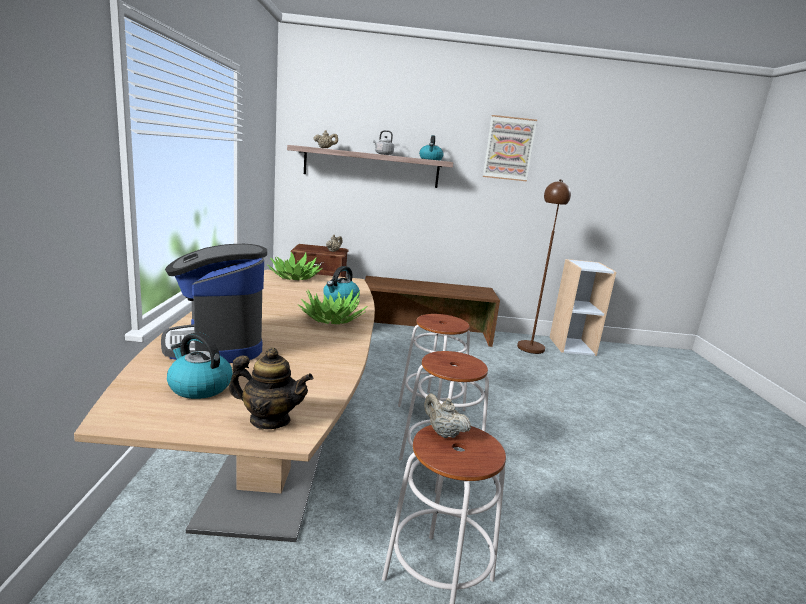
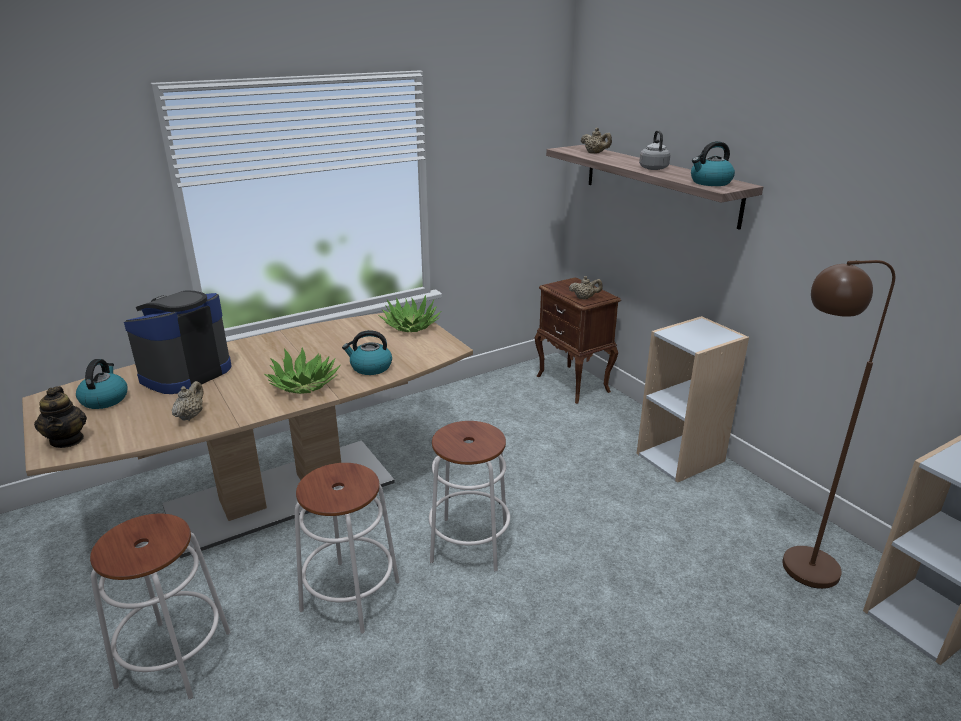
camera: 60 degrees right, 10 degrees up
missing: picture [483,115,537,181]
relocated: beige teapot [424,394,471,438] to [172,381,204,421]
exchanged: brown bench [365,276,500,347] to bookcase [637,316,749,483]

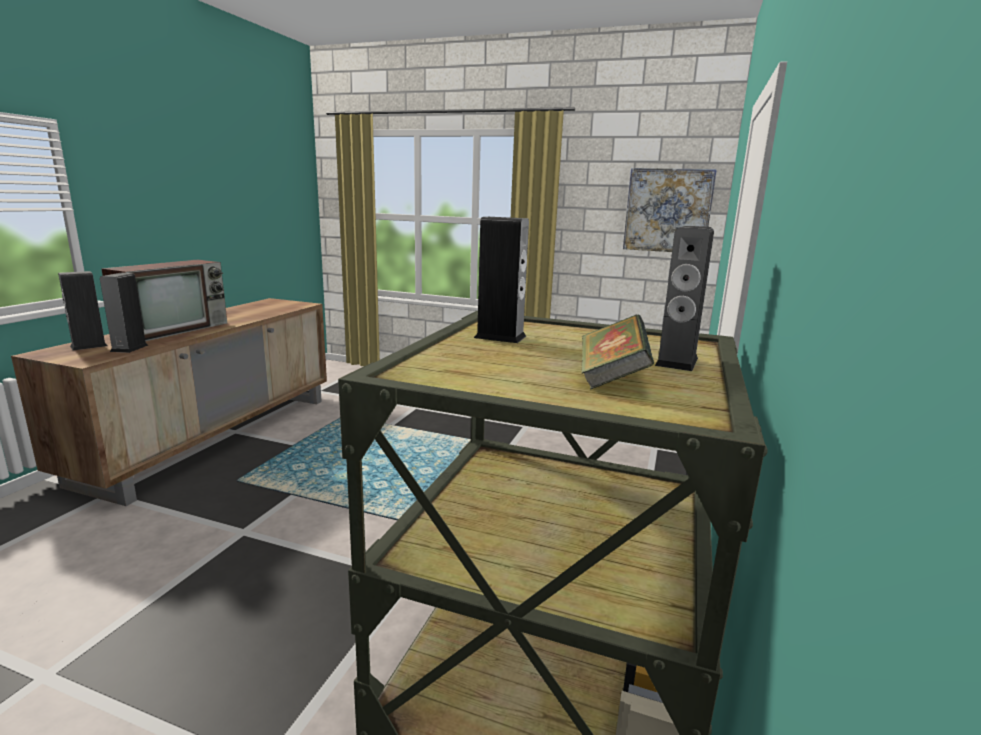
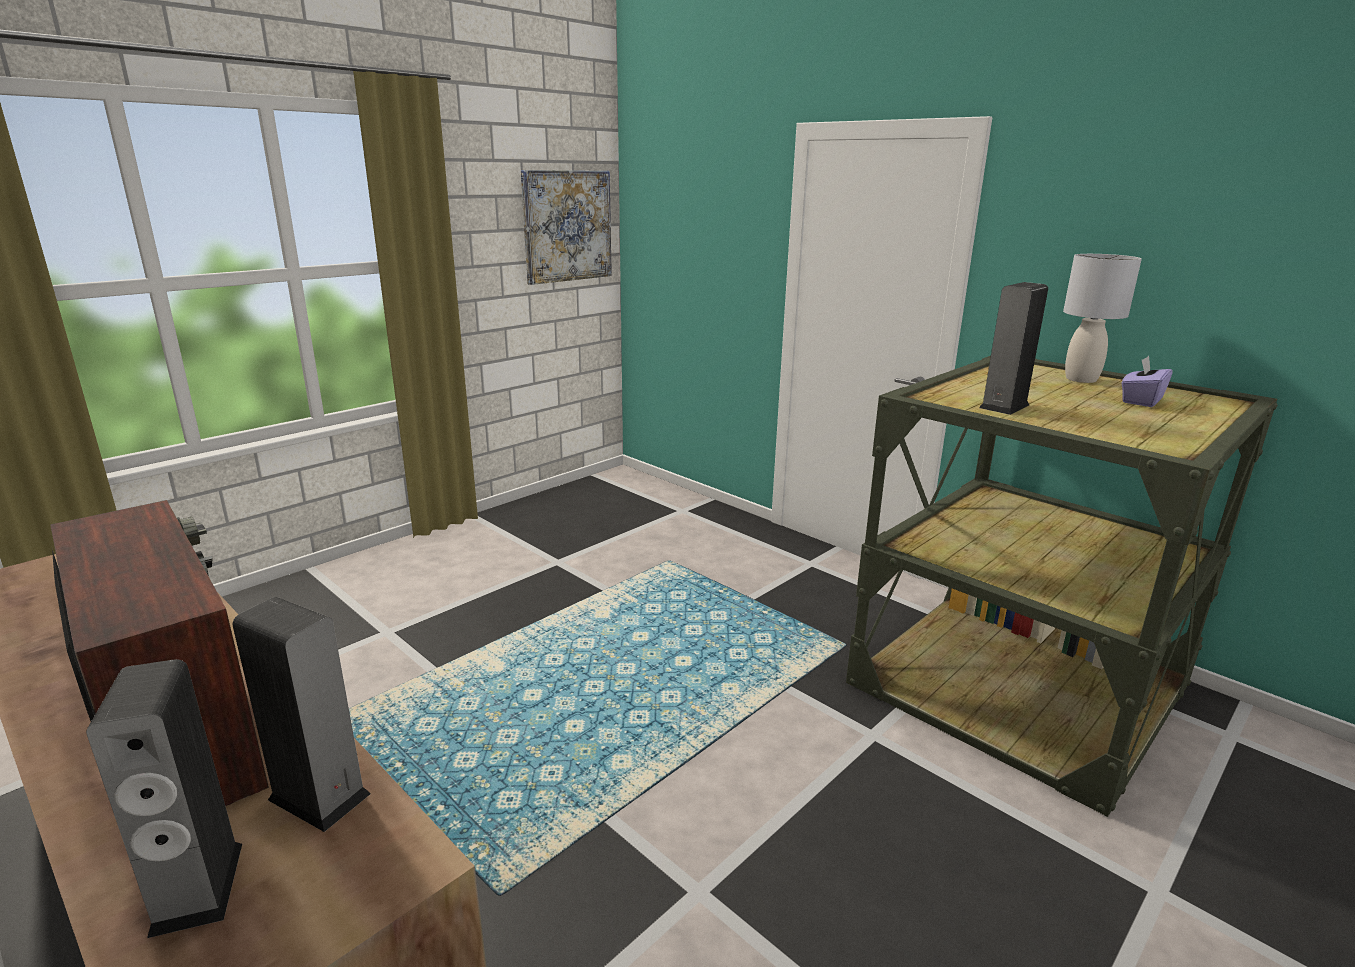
camera: 65 degrees left, 5 degrees up
exchanged: speaker [655,226,714,371] to grey table lamp [1063,254,1142,383]; book [582,314,654,389] to purple tissue box [1122,356,1173,407]

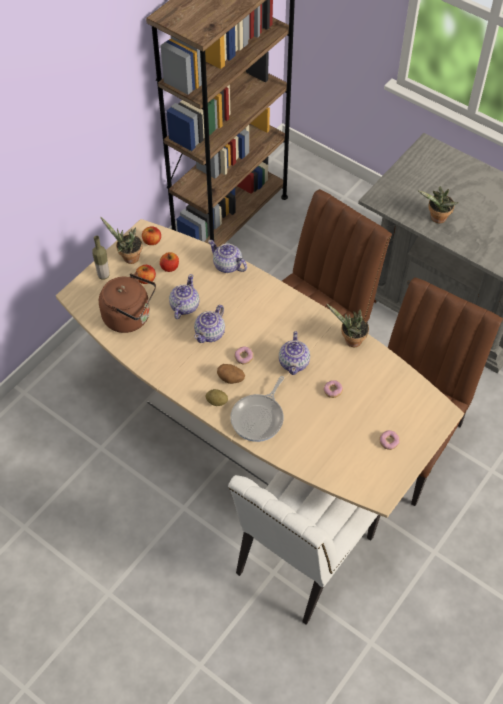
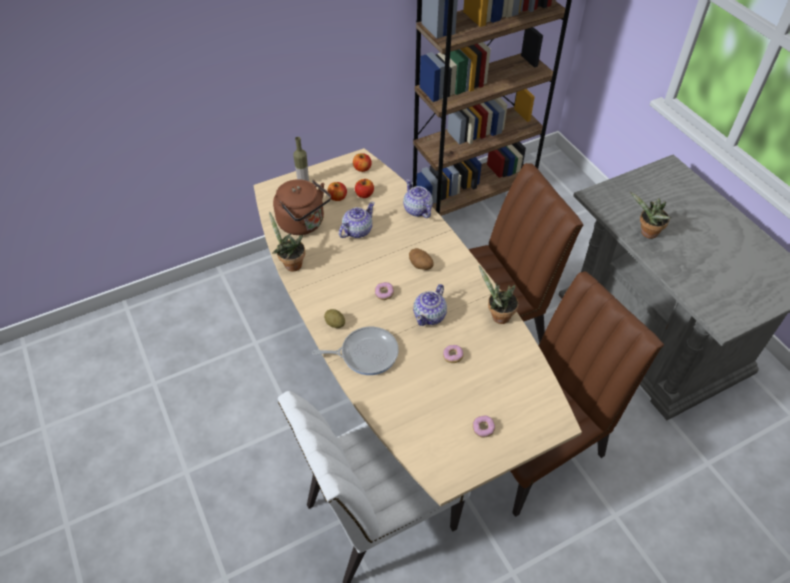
camera: 25 degrees right, 5 degrees down
missing: teapot [194,305,225,343]
relocated: potted plant [100,216,142,264] to [269,211,305,272]; potato [217,364,245,384] to [409,248,434,270]
spun: frying pan [230,376,284,442] = [312,327,399,375] 150 degrees counterclockwise

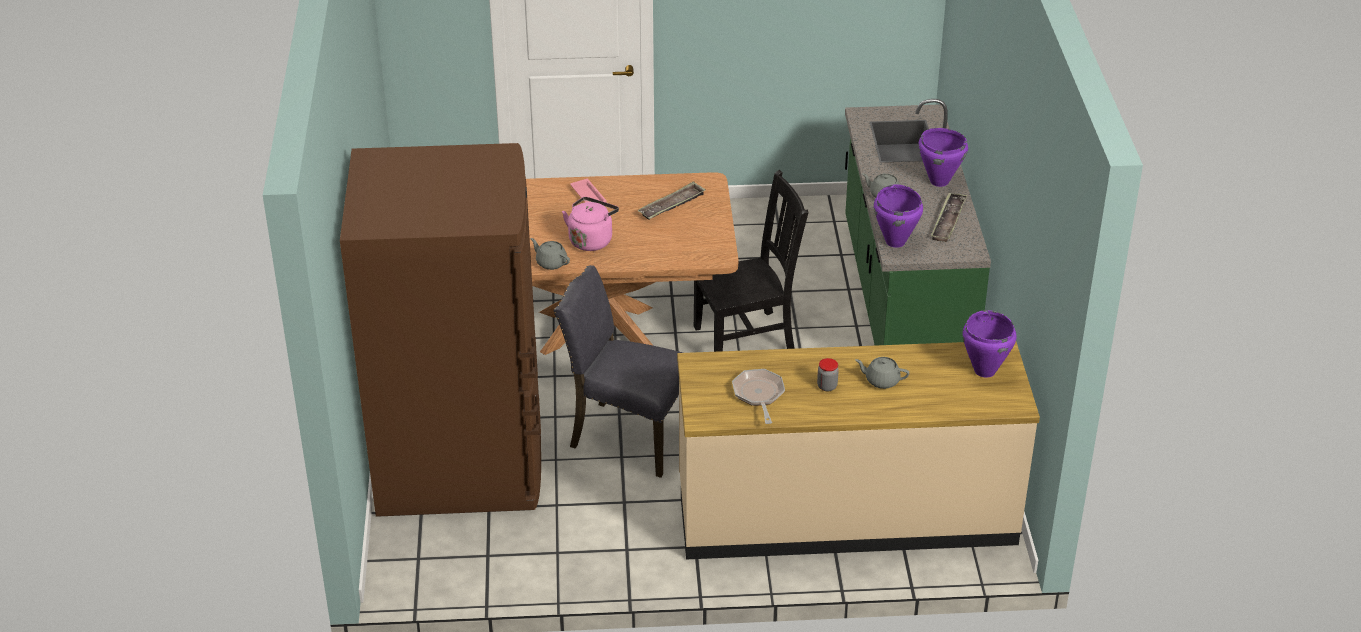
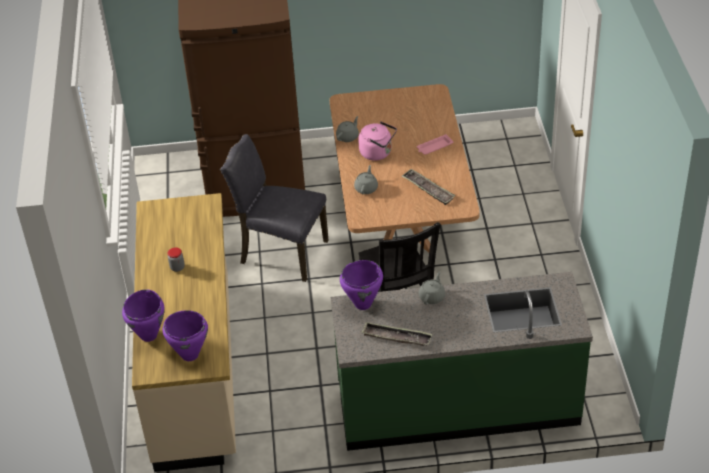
camera: 90 degrees right, 5 degrees up
missing: frying pan [732,369,785,424]
relocated: purple cooking pot [918,128,968,187] to [122,289,165,342]; grey teapot [855,357,909,389] to [354,165,378,194]
spun: grey chair [553,265,683,478] = [220,134,329,282] 90 degrees counterclockwise

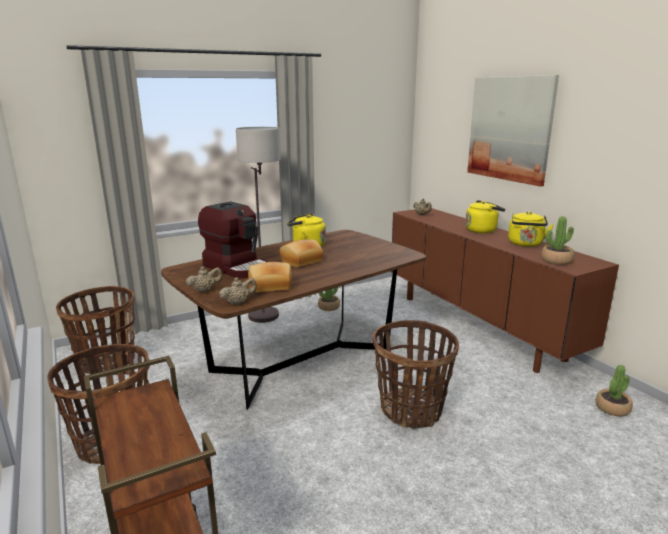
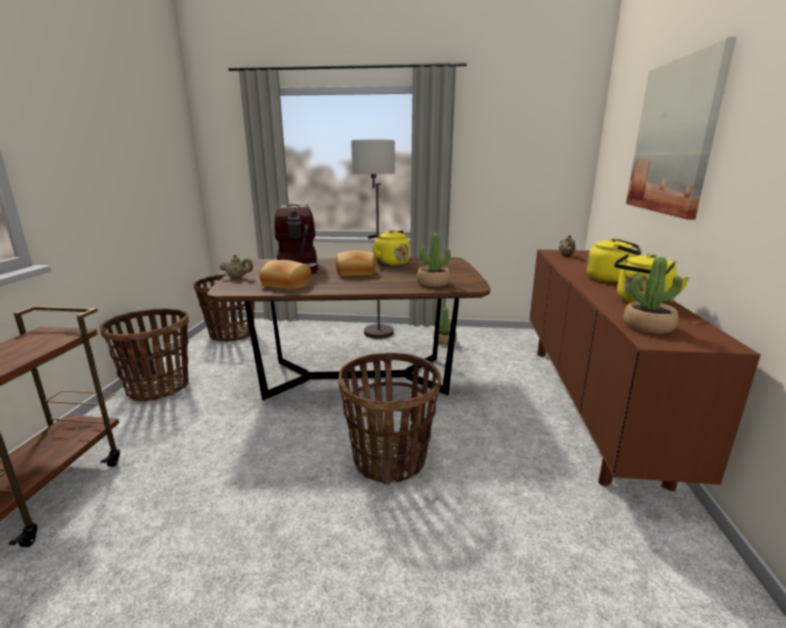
camera: 35 degrees right, 0 degrees up
missing: beige teapot [219,277,257,305]
relocated: potted plant [596,365,633,417] to [417,233,451,287]

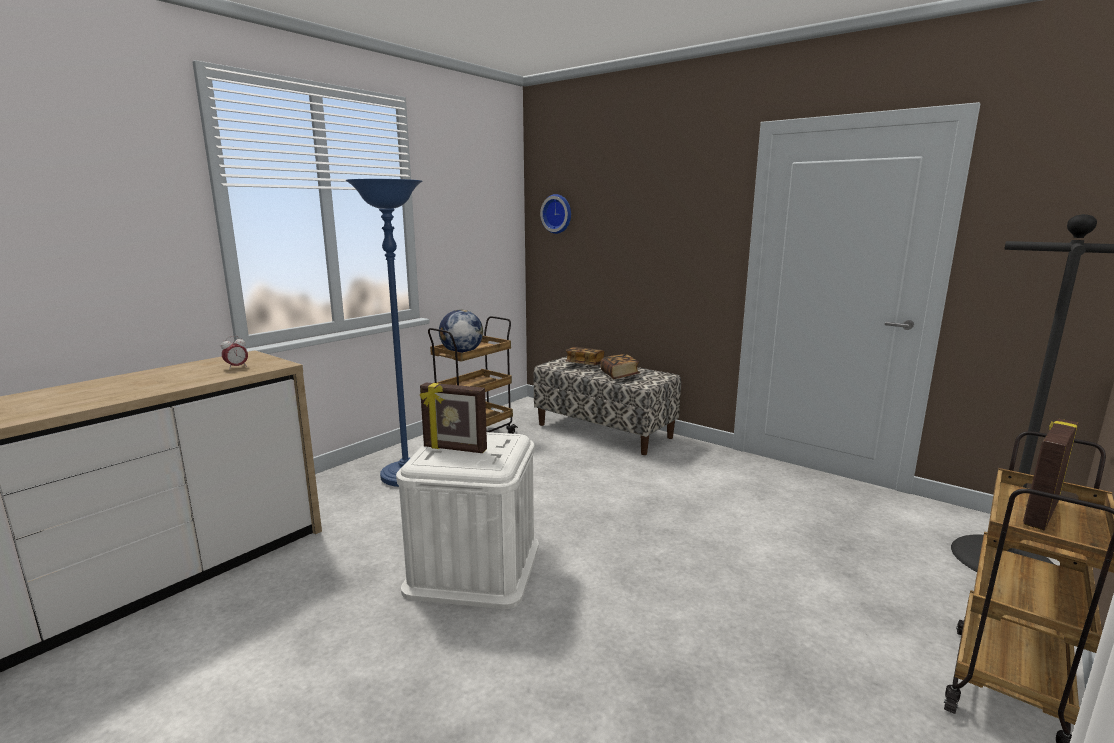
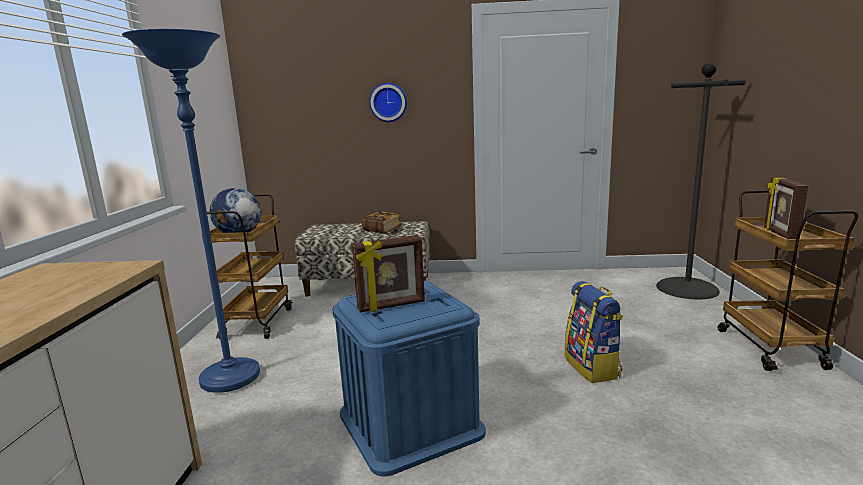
camera: 35 degrees left, 0 degrees up
missing: alarm clock [221,336,248,370]; book [565,347,604,365]
appeared: backpack [565,281,623,383]
relocated: wall clock [540,194,571,234] to [369,83,407,122]
colour: white storage box [396,432,539,609] to blue storage box [332,281,486,477]

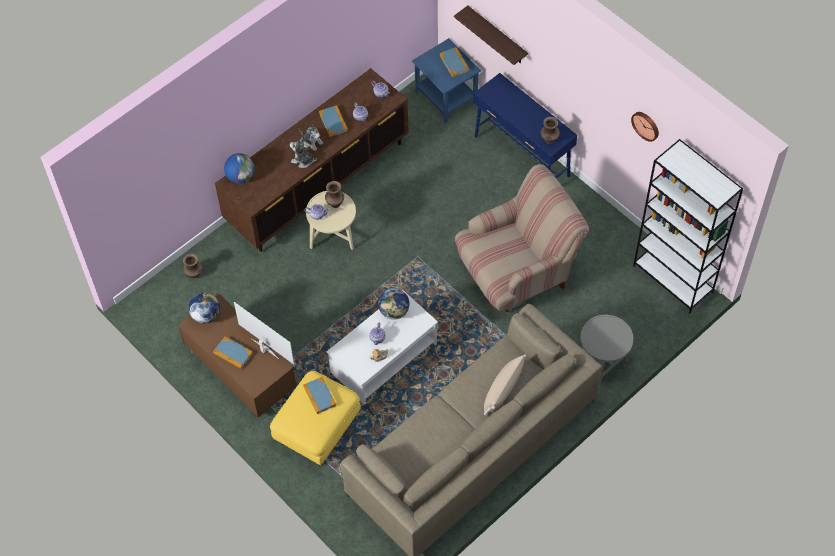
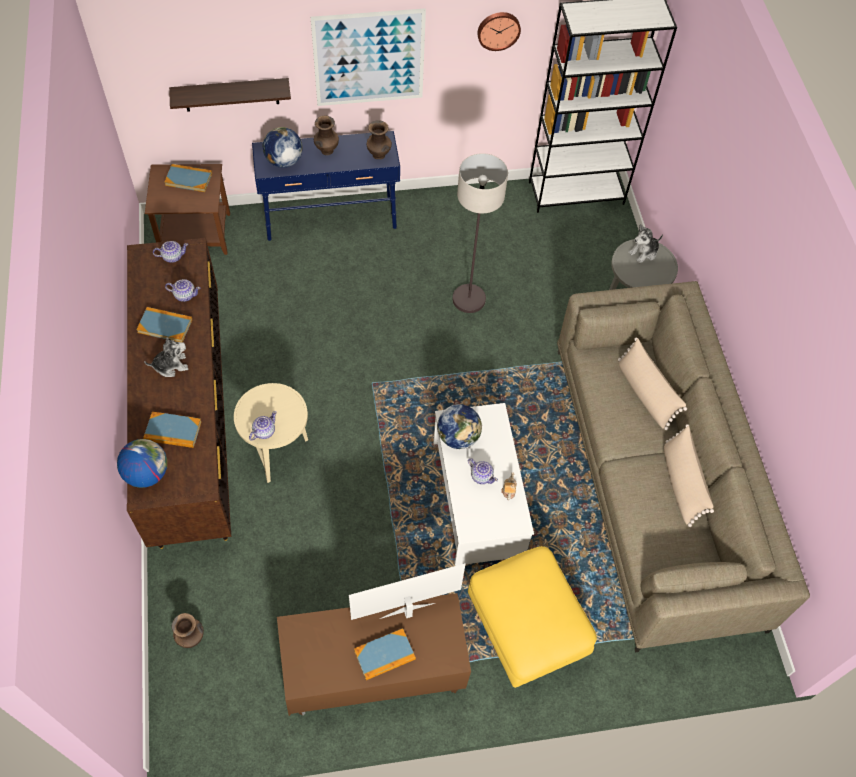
camera: 60 degrees left, 0 degrees up
appeared: picture [311,8,426,106]; beige pillow [664,424,714,527]
relocated: book [303,377,336,414] to [143,411,202,448]; globe [189,292,220,324] to [263,127,302,168]; brown vase [325,181,344,208] to [314,116,339,155]; plush toy [290,137,317,168] to [628,224,663,264]
exchanged: beige armchair [455,164,589,312] to grey floor lamp [453,153,508,313]
colour: blue side table [412,38,481,124] to brown side table [145,164,230,255]

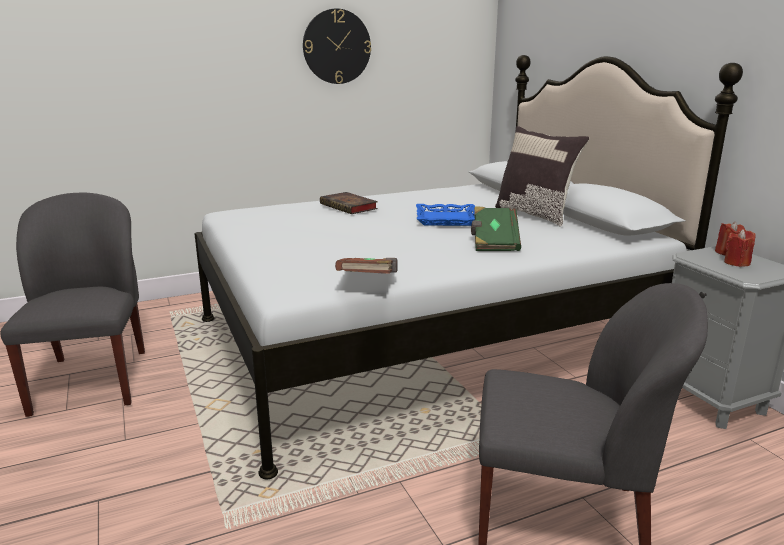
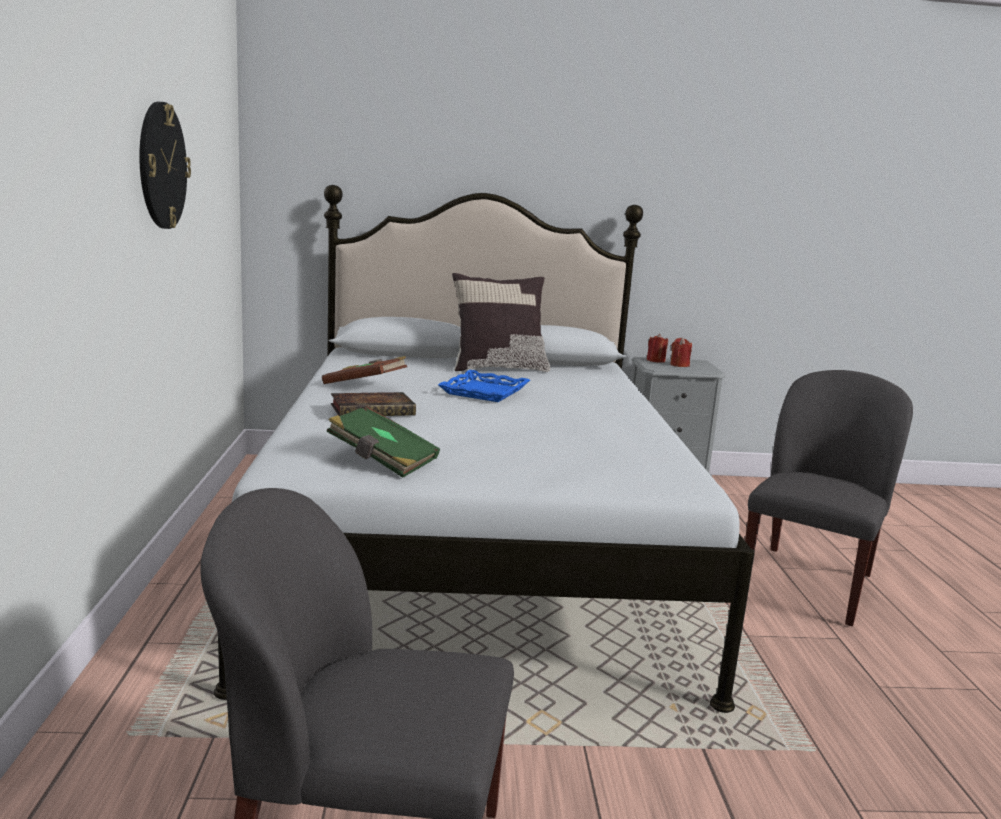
camera: 70 degrees left, 5 degrees down
relocated: brown book [335,258,398,274] to [322,356,407,384]; green book [471,206,521,251] to [326,406,440,478]

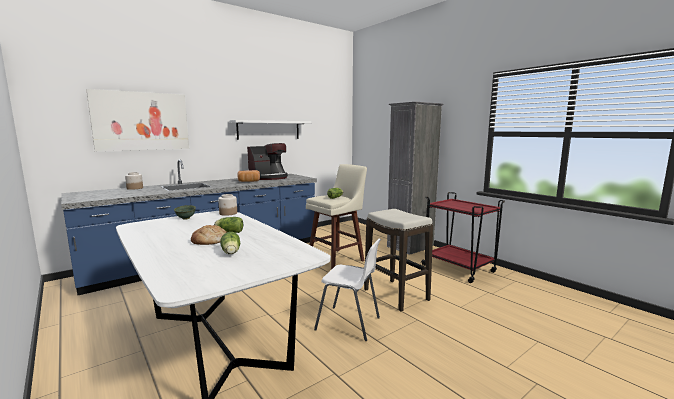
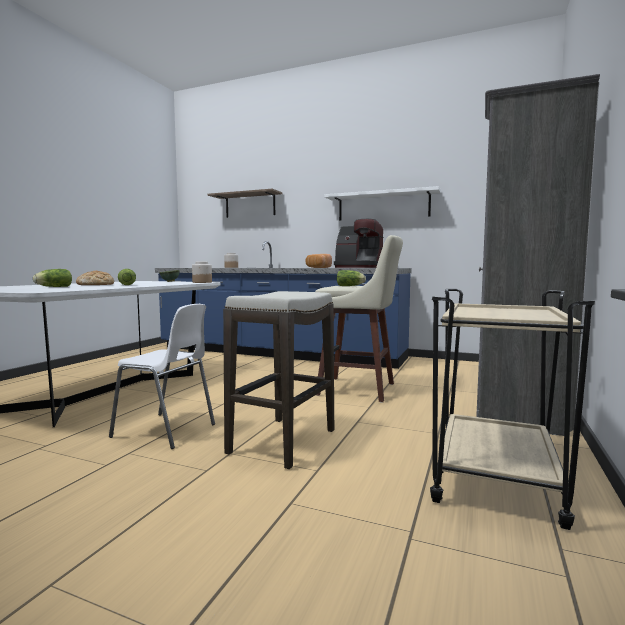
camera: 60 degrees right, 5 degrees down
exchanged: picture [86,89,189,151] to shelf [208,189,283,218]
colour: red cart [421,192,505,283] to beige cart [430,289,595,530]
spun: white chair [314,238,381,341] = [109,304,215,449] 60 degrees counterclockwise

